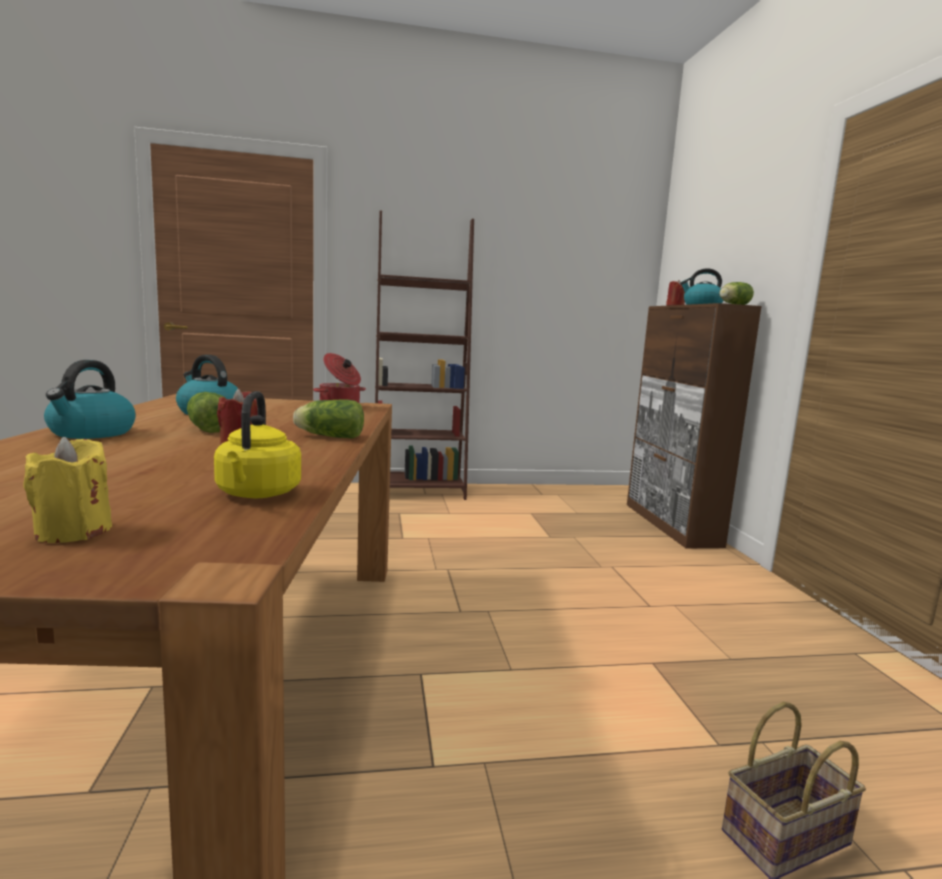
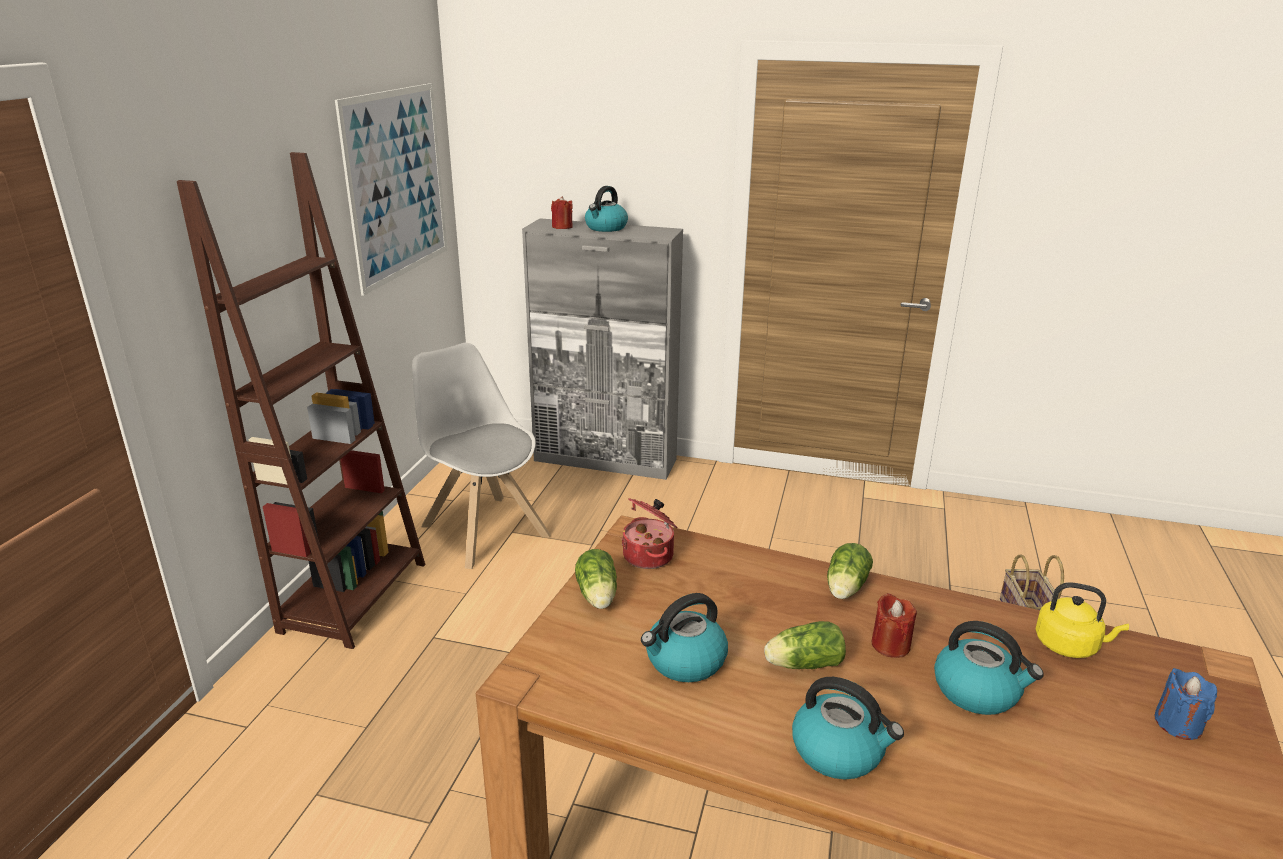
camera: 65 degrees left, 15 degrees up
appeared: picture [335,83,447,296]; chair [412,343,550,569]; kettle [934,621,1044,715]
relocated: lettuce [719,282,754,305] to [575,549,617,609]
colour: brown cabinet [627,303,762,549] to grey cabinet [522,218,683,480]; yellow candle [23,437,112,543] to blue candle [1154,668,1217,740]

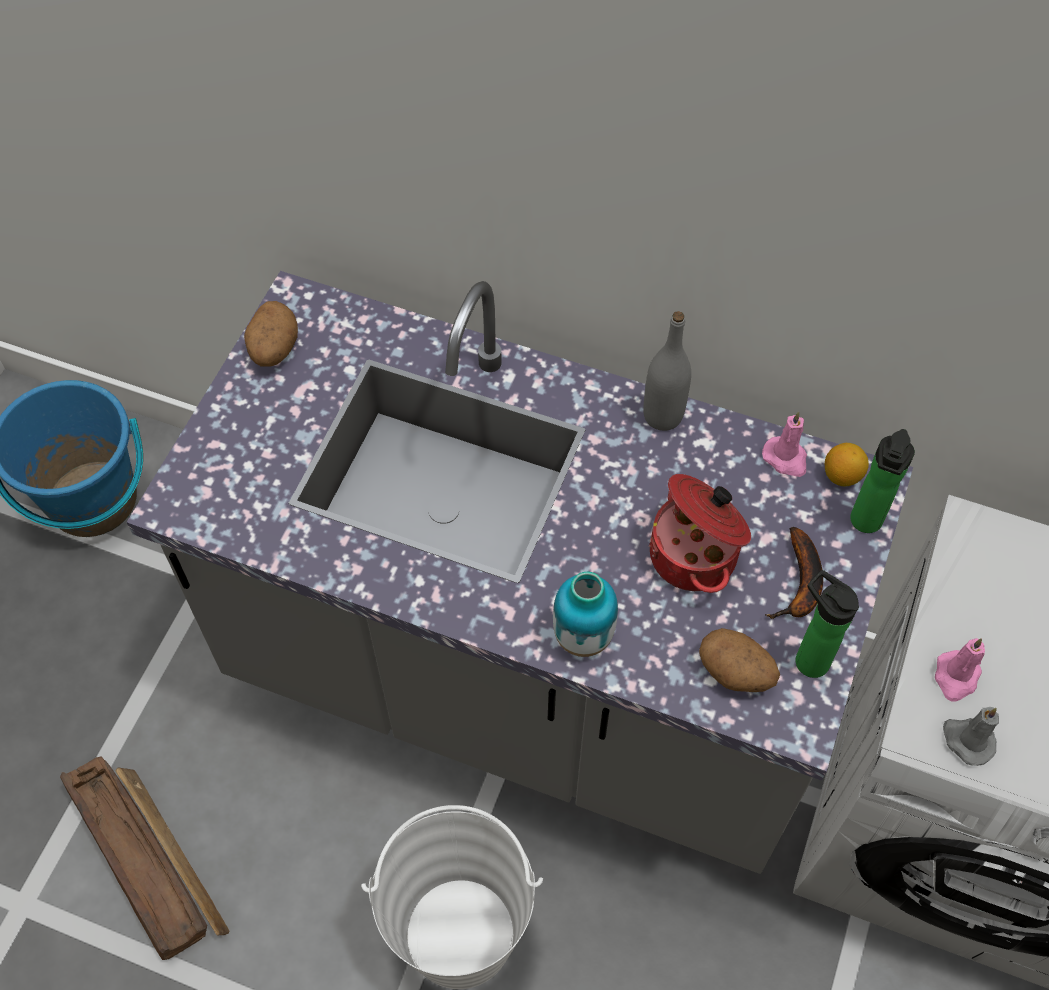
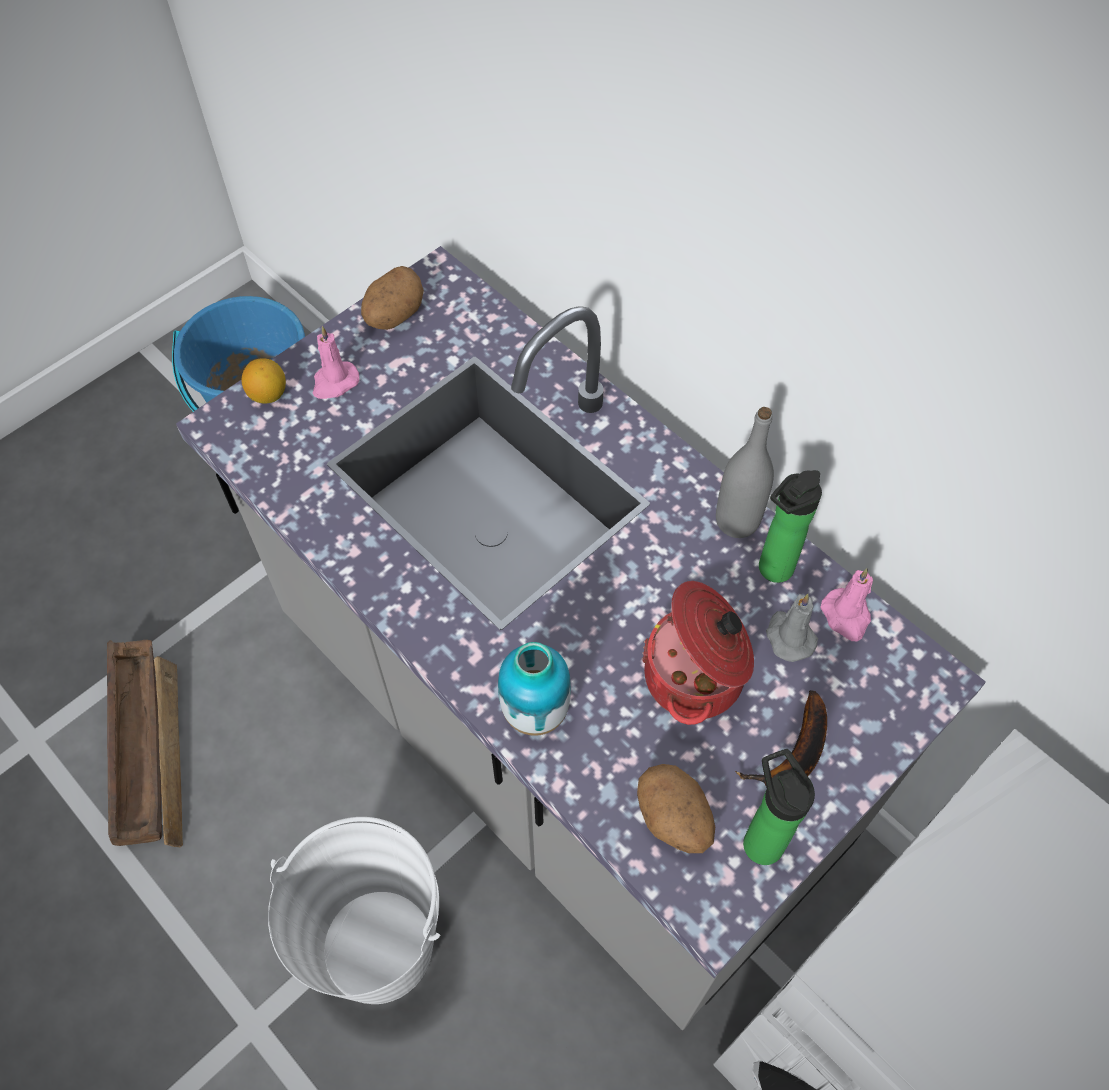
camera: 25 degrees right, 0 degrees up
relocated: lemon [825,443,869,486] to [242,358,286,404]; pink candle [935,638,985,702] to [313,326,359,399]; bottle [850,429,915,533] to [759,470,822,583]; grey candle [943,707,999,766] to [766,593,818,662]

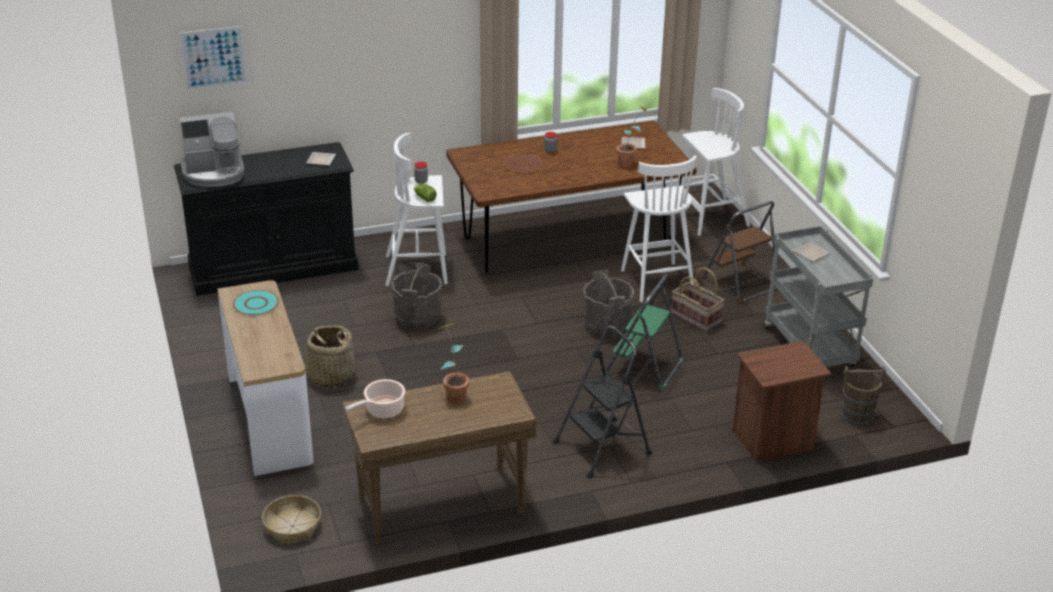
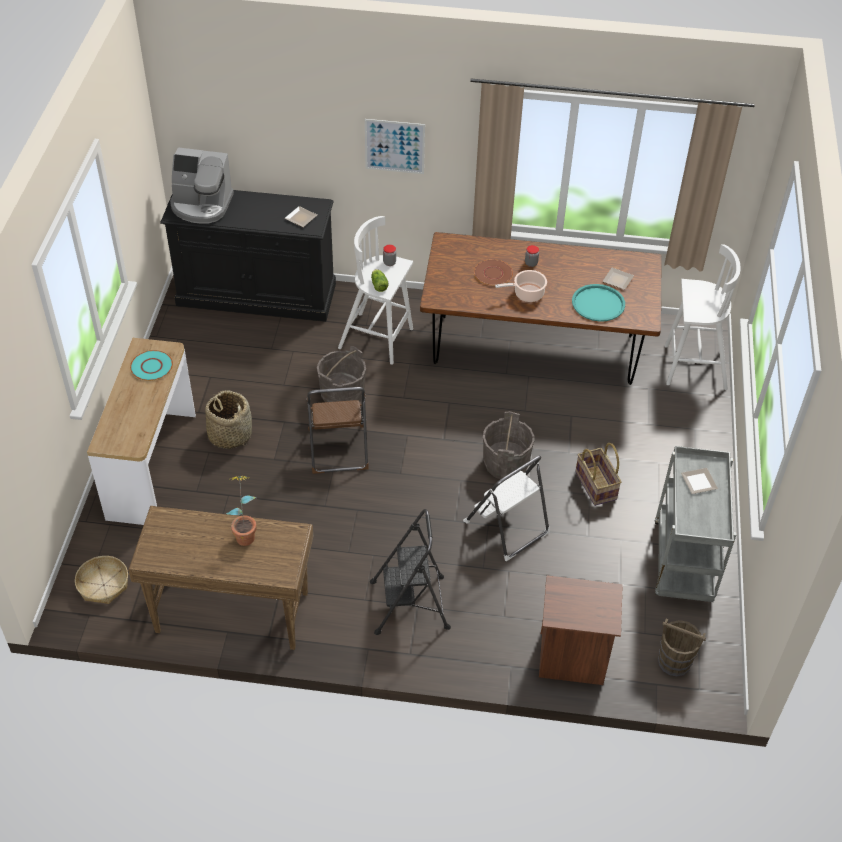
camera: 25 degrees right, 15 degrees up
missing: white stool [621,155,696,302]
relocated: brown step ladder [701,201,778,304] to [307,387,369,474]; picture [179,26,248,91] to [365,119,425,174]; cooking pot [345,379,405,418] to [495,270,547,302]
exchanged: potted plant [616,104,651,167] to turquoise tray [572,284,625,321]
colour: green step ladder [602,274,684,391] to white step ladder [463,455,550,561]

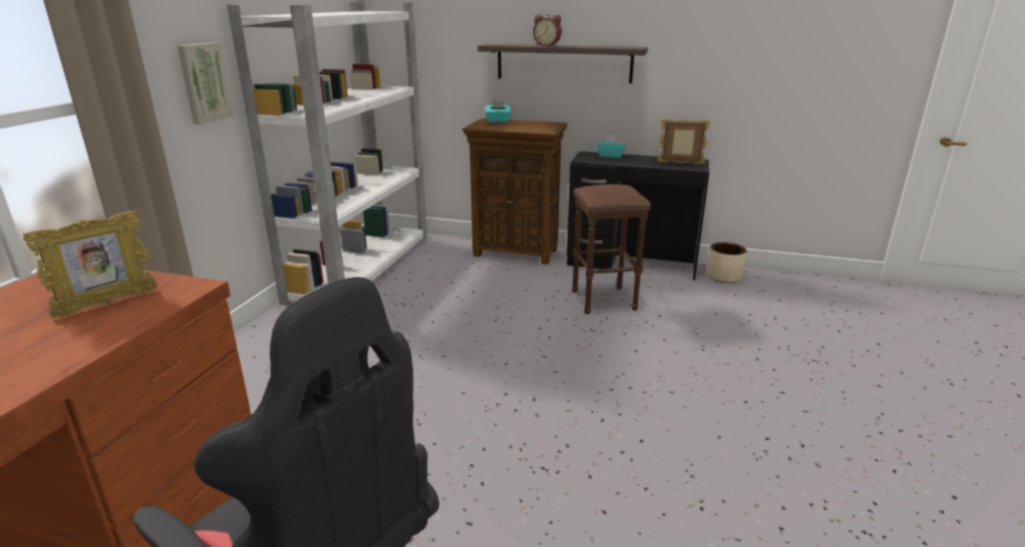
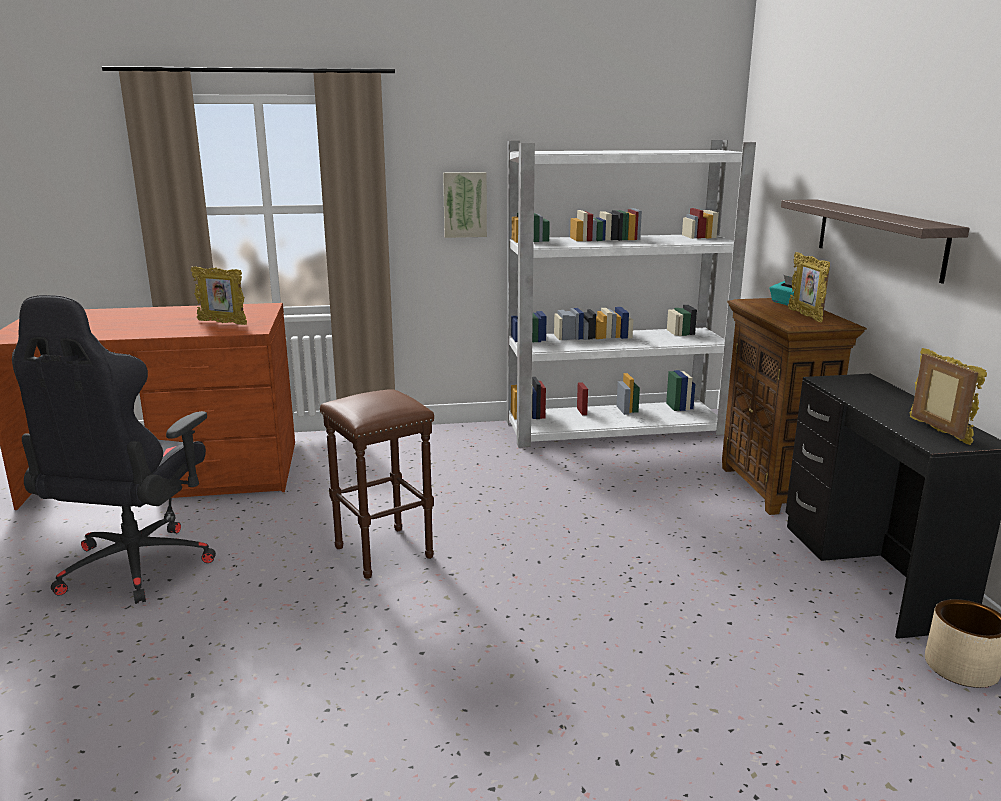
camera: 65 degrees right, 5 degrees down
missing: alarm clock [533,15,562,46]; turquoise tissue box [597,135,625,158]
appeared: picture frame [788,252,830,322]
relocated: brown stool [572,184,651,314] to [320,389,434,579]

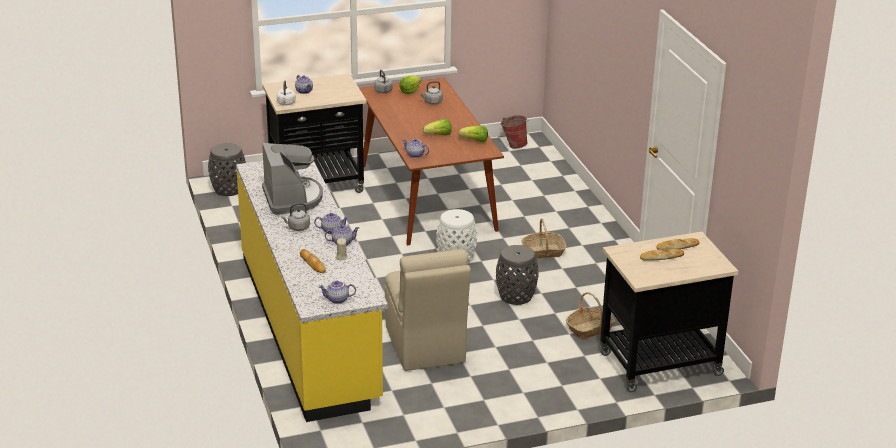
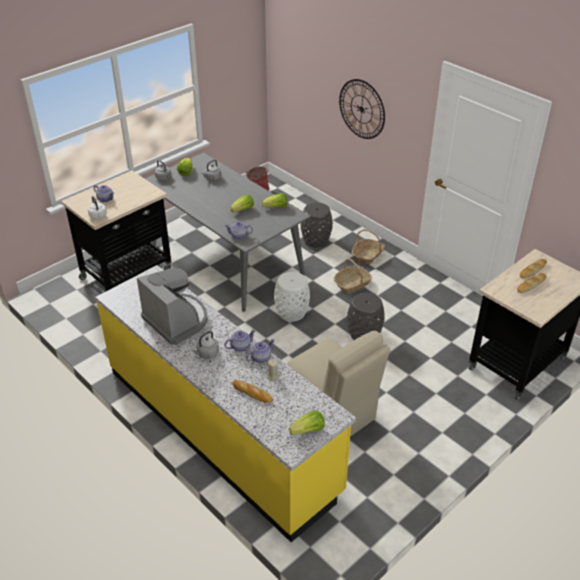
camera: 25 degrees left, 10 degrees up
appeared: wall clock [339,79,385,139]
relocated: grey stool [208,143,246,196] to [301,202,333,247]; basket [566,292,616,340] to [352,230,385,265]
exchanged: teapot [318,281,356,304] to lettuce [289,410,325,435]
colour: brown dining table [359,78,504,245] to grey dining table [145,152,311,312]

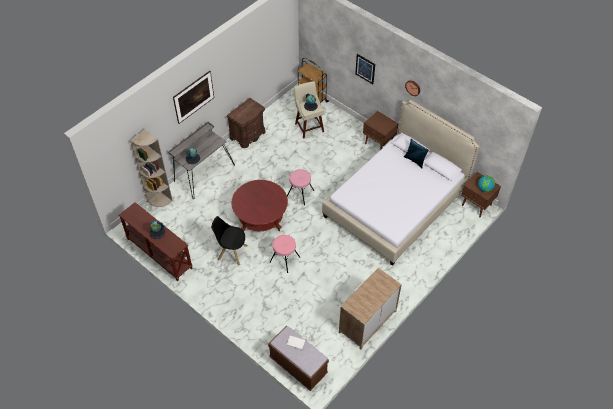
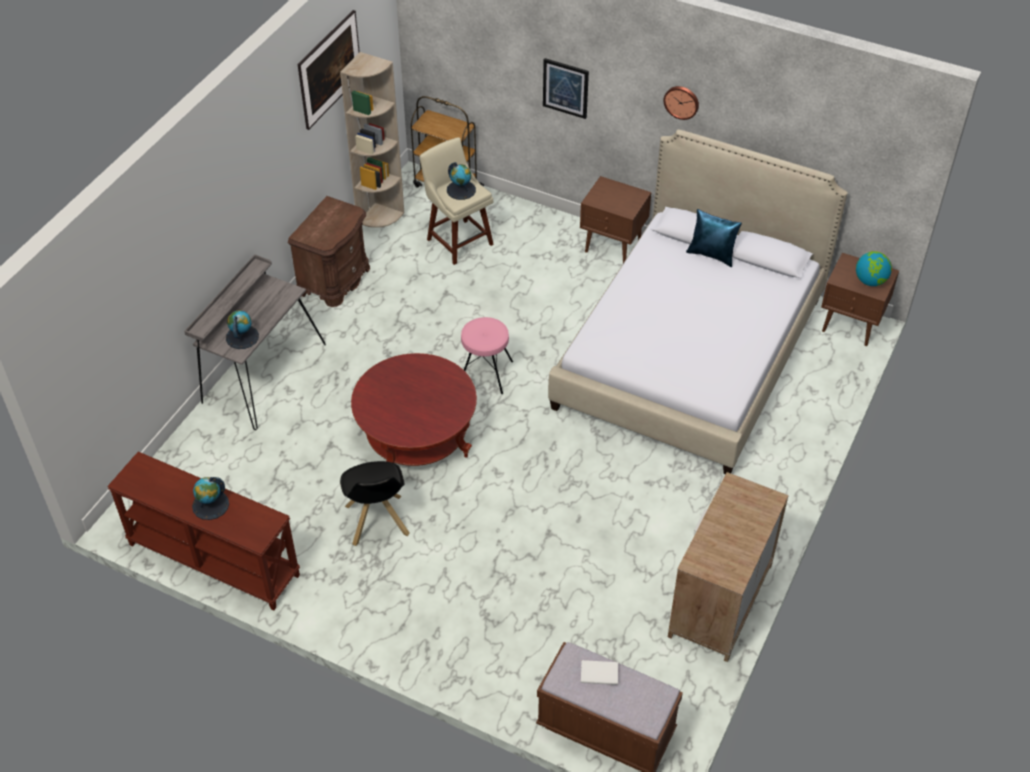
camera: 15 degrees left, 5 degrees down
missing: pink stool [270,235,300,273]
relocated: picture [173,71,214,124] to [297,10,360,130]; beige bookcase [130,130,173,207] to [340,52,404,228]
spun: black chair [211,216,247,265] = [340,461,410,546] 105 degrees counterclockwise

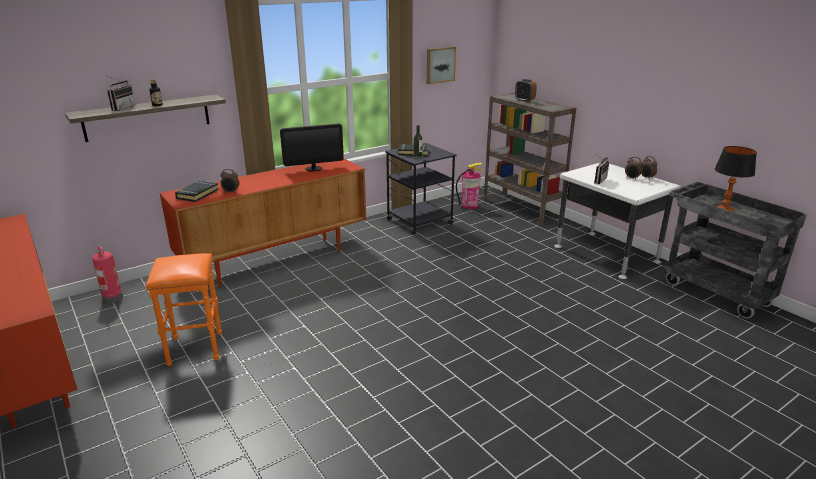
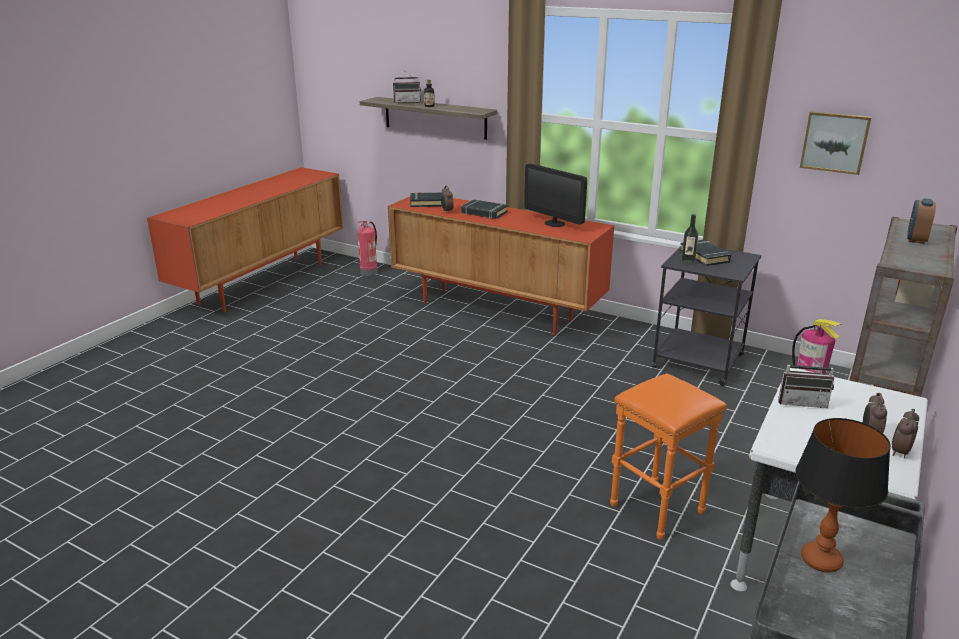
camera: 65 degrees right, 0 degrees up
appeared: black book [461,199,508,219]
relocated: orange stool [146,253,222,366] to [610,373,727,540]

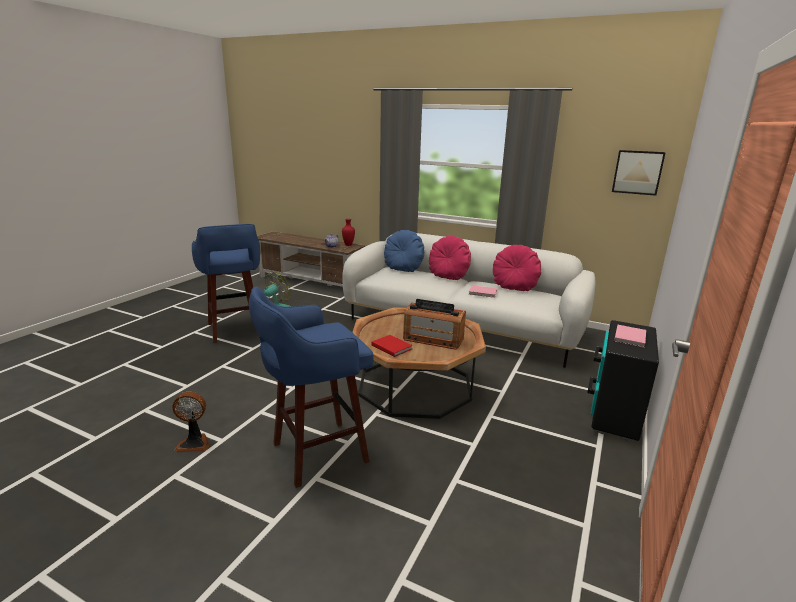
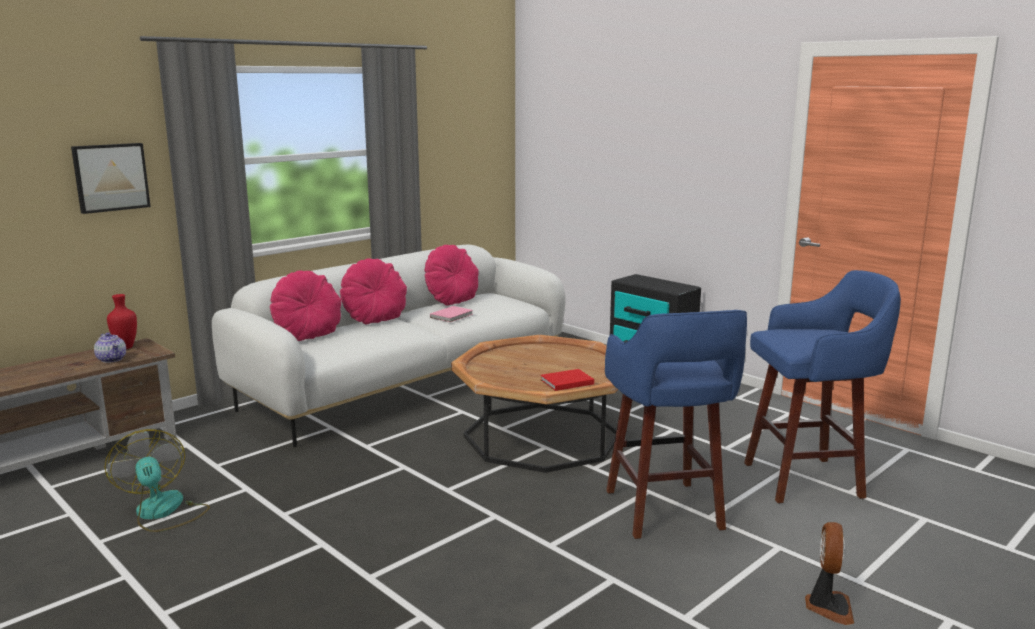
camera: 70 degrees left, 5 degrees down
missing: radio [403,299,466,350]; pink book [614,325,646,348]
relocated: picture [612,150,666,196] to [71,143,151,214]; blue stool [192,224,260,343] to [744,270,901,503]; fan [172,392,209,452] to [805,522,854,625]
colour: blue pillow [384,230,424,272] to pink pillow [270,270,341,341]

